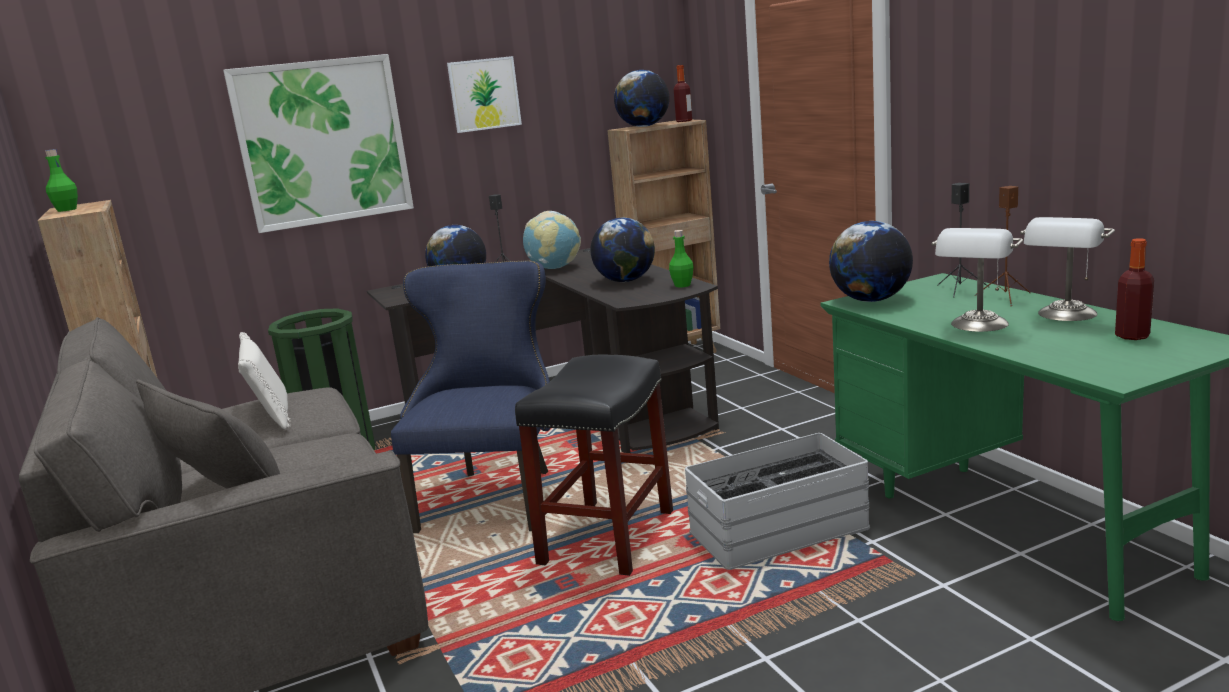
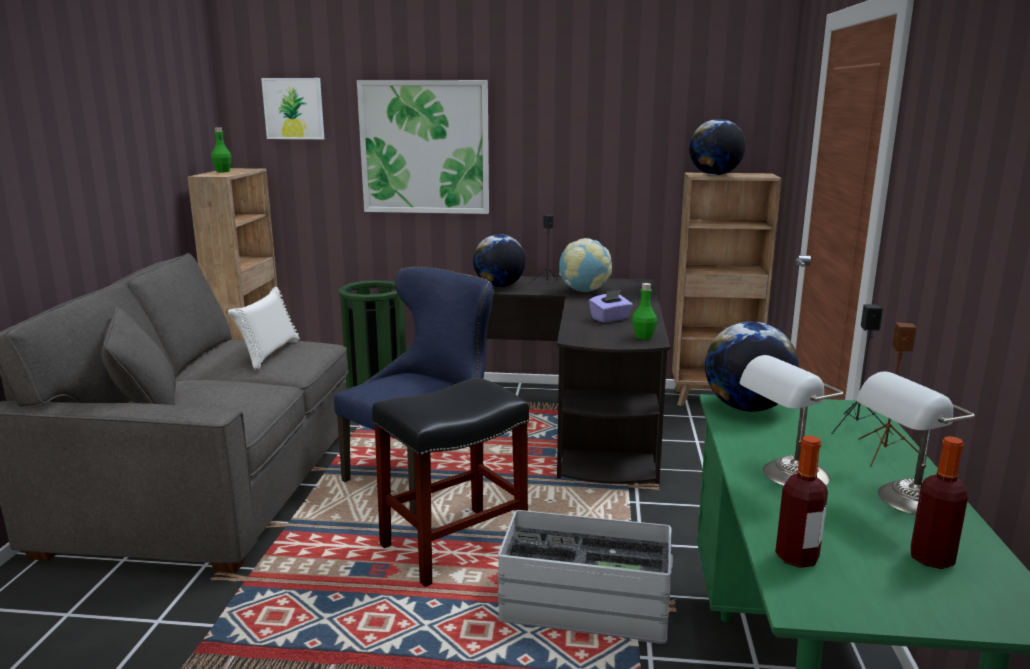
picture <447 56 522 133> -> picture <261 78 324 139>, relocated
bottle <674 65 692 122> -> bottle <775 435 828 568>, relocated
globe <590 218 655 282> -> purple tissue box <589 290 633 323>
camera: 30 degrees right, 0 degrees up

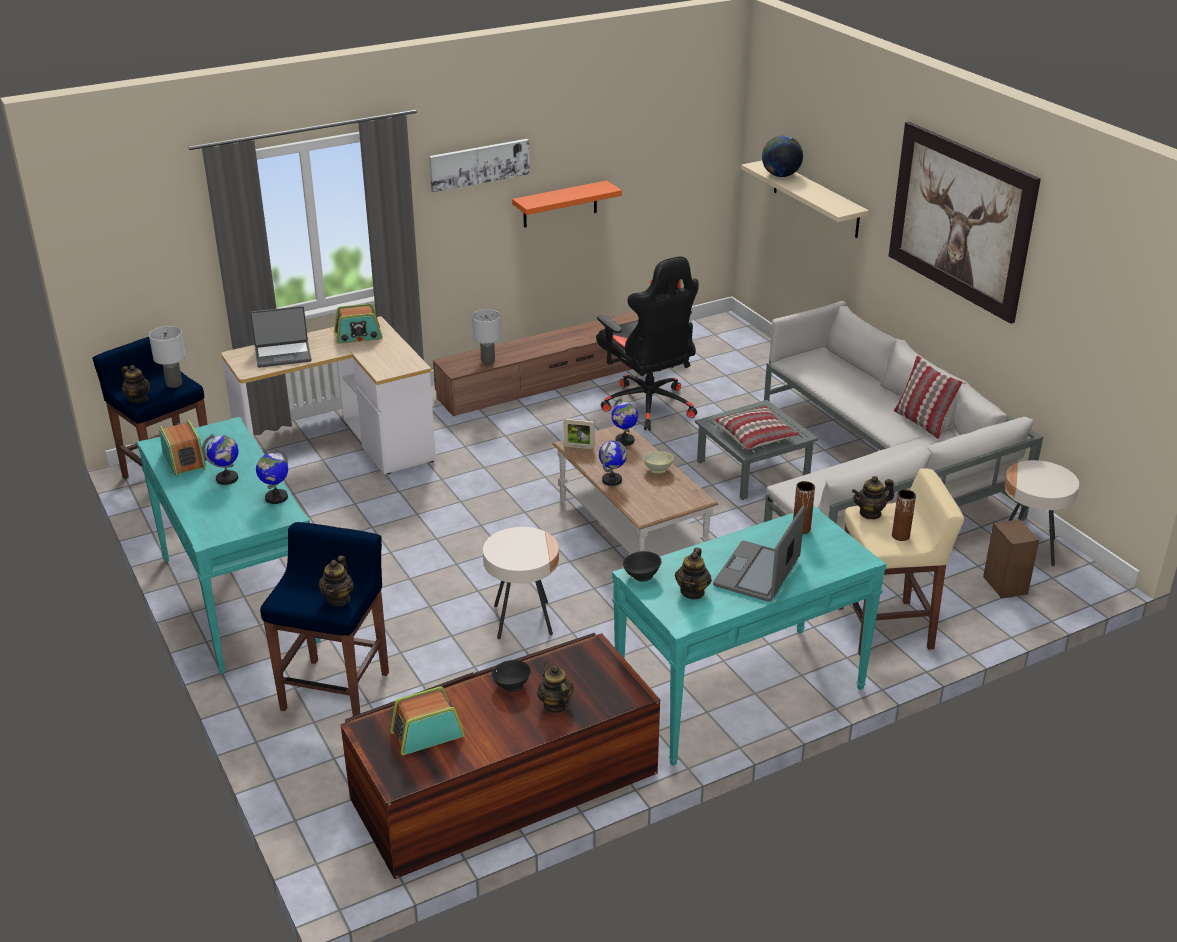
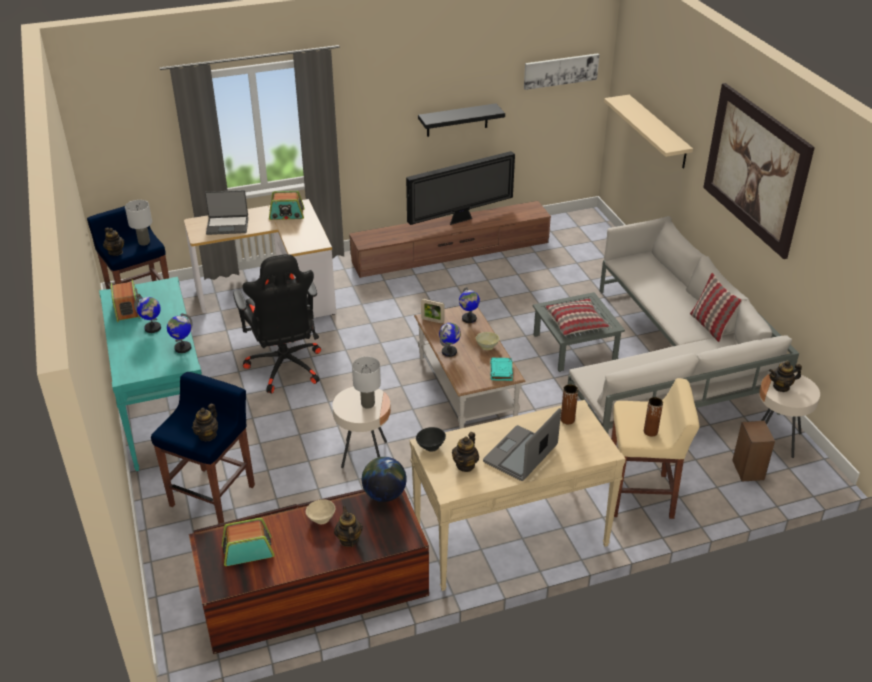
globe <762 135 803 177> -> globe <362 457 407 502>, relocated
picture <429 139 530 192> -> picture <524 53 599 90>, relocated
orange shelf <512 180 622 228> -> black shelf <418 103 505 137>
black office chair <596 256 699 430> -> black office chair <233 254 321 394>, relocated
white table lamp <472 309 501 365> -> white table lamp <352 356 381 409>, relocated
teapot <852 476 894 519> -> teapot <769 361 802 392>, relocated
turquoise console table <612 505 887 766> -> beige console table <410 400 626 591>
black bowl <492 660 531 692> -> beige bowl <306 499 335 524>
none -> television <406 151 515 225>
none -> turquoise book <490 358 513 381>
camera: 10 degrees right, 5 degrees up

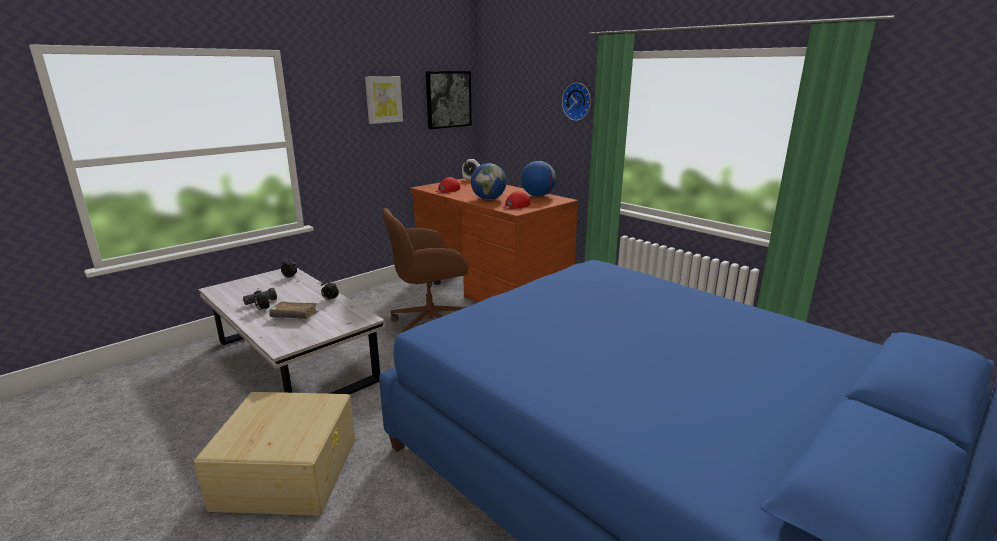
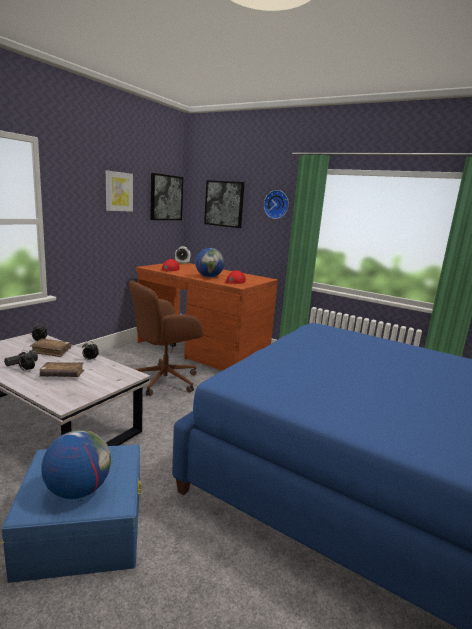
globe <521 161 556 197> -> globe <42 430 111 499>, relocated
beige storage box <194 392 355 516> -> blue storage box <2 445 141 583>
none -> picture <204 180 245 228>
none -> brown book <30 339 71 357>
camera: 15 degrees left, 5 degrees down

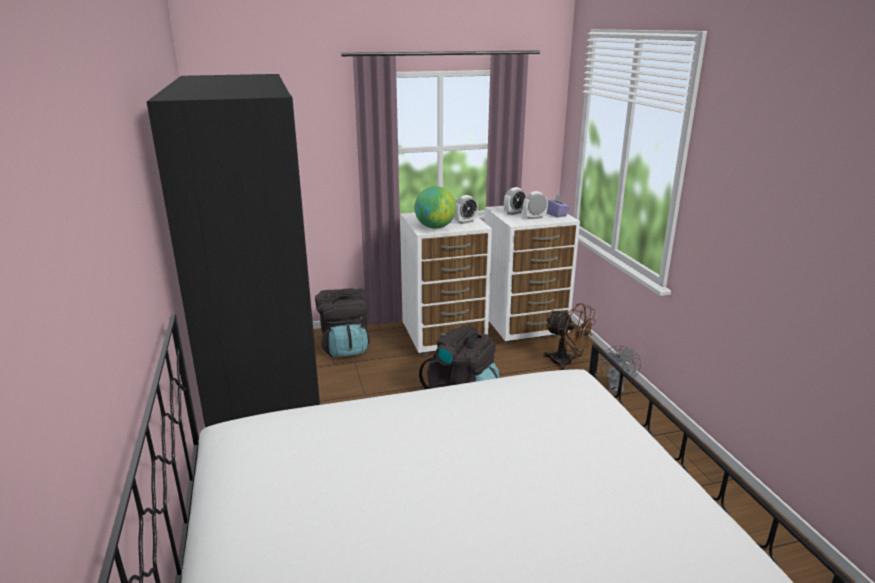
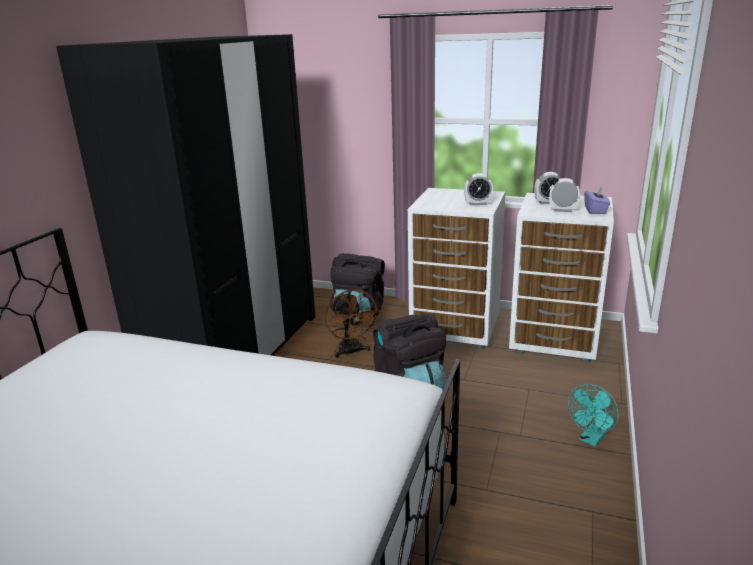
globe <414 186 456 229> -> none
brown fan <543 303 596 370> -> brown fan <325 289 380 358>, relocated
grey fan <600 346 641 393> -> turquoise fan <568 384 619 447>
camera: 35 degrees right, 0 degrees up

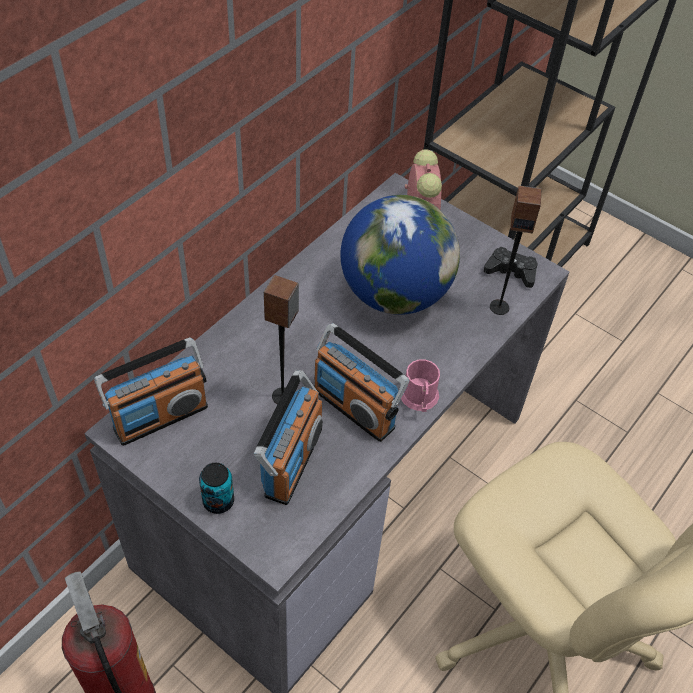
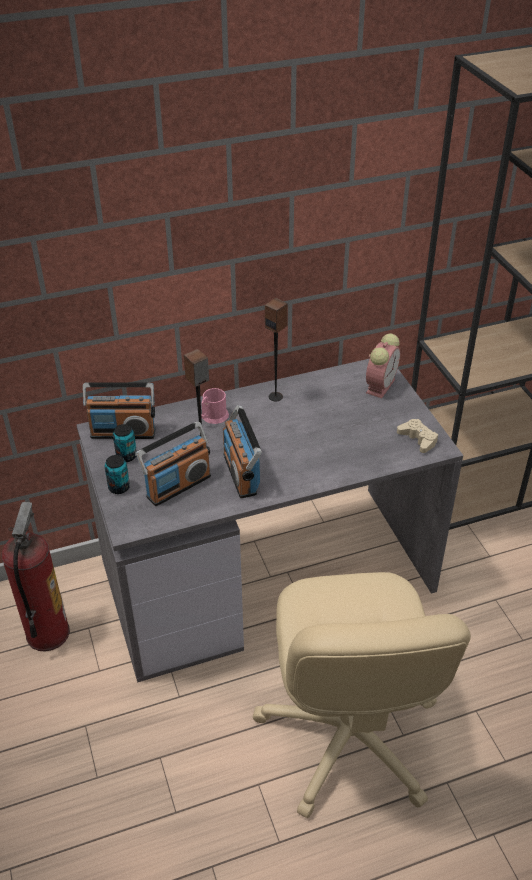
speaker <490 185 541 315> -> speaker <265 298 288 401>, relocated
globe <341 195 460 315> -> none
black game controller <484 247 538 288> -> beige game controller <397 419 438 453>
pink mug <401 359 440 412> -> pink mug <201 388 229 424>, relocated
none -> can <113 424 137 462>
camera: 35 degrees right, 10 degrees down

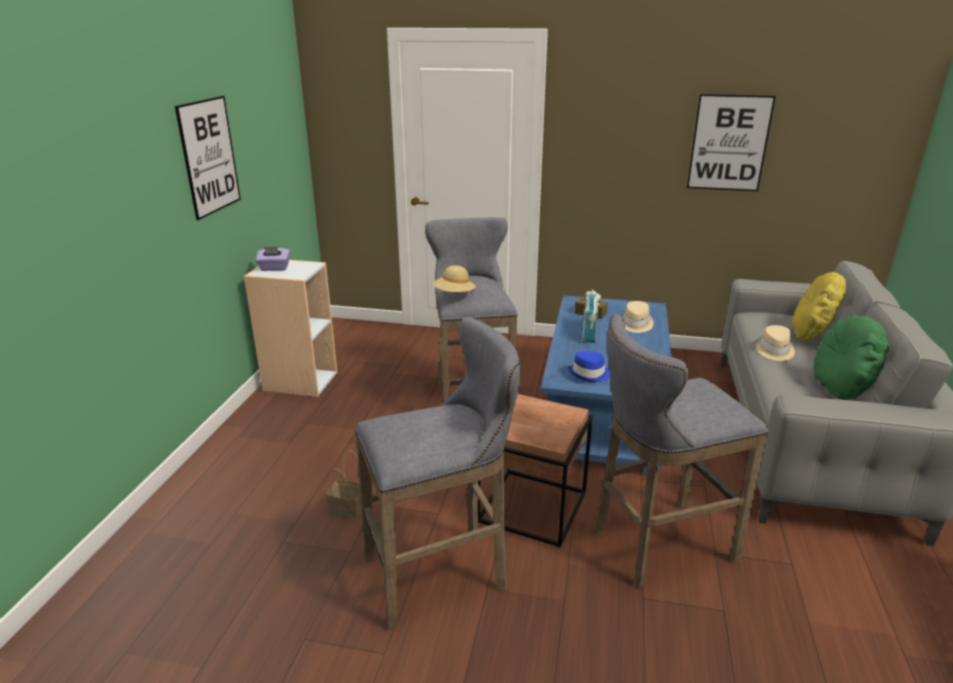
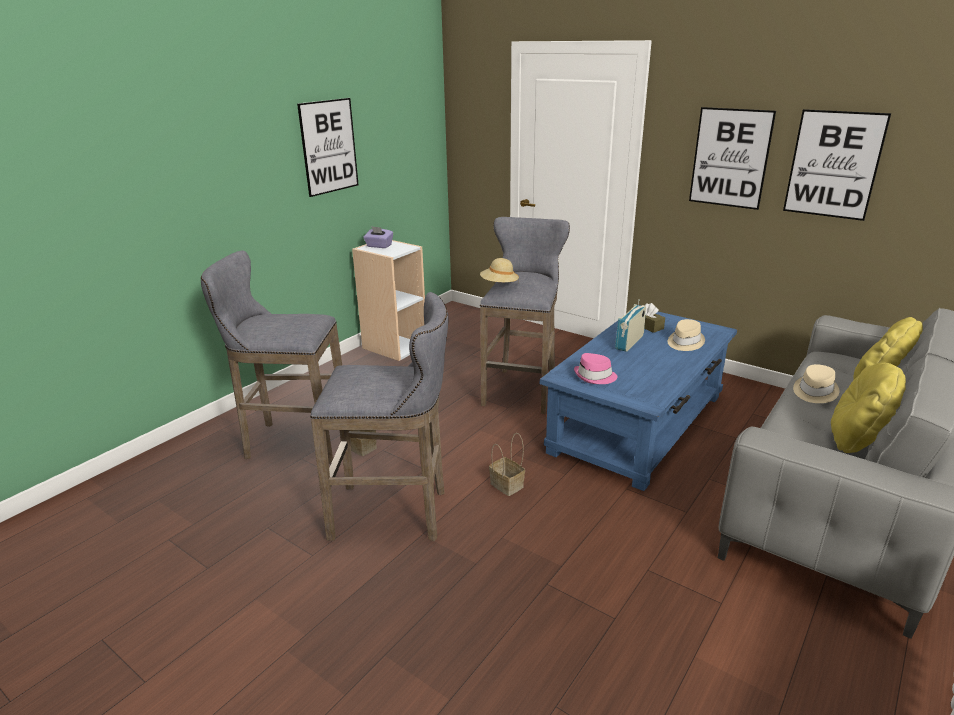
grey stool <595 314 768 589> -> grey stool <201 250 342 464>, relocated
green pillow <814 316 889 400> -> yellow pillow <831 363 906 453>
blue hat <568 351 610 382> -> pink hat <574 353 618 384>
brown side table <478 394 593 548> -> basket <489 433 525 496>
none -> picture <689 107 776 210>
camera: 25 degrees right, 0 degrees up

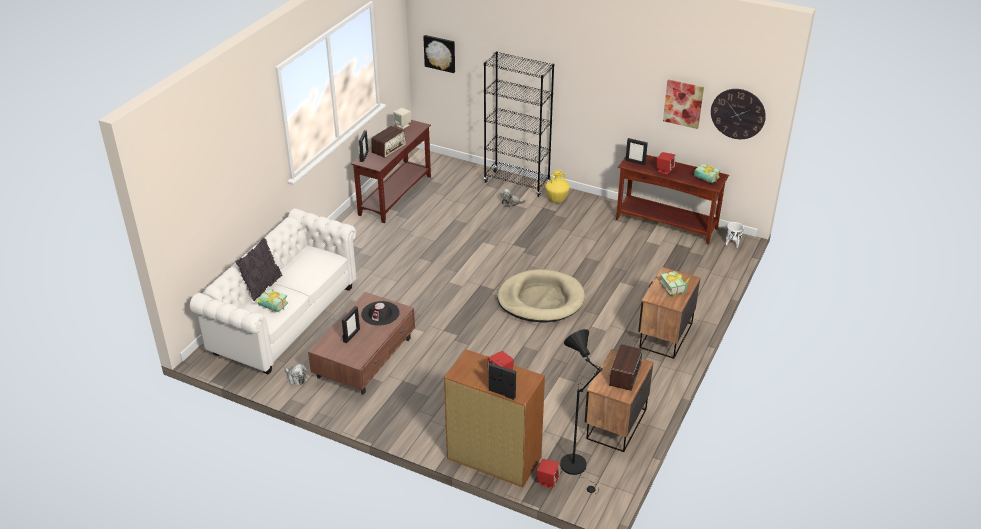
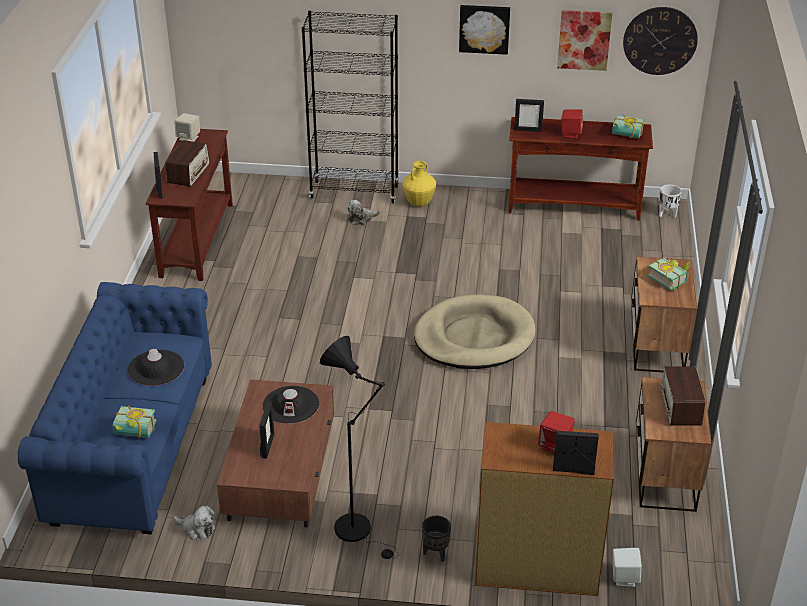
picture <423 35 455 73> -> picture <459 5 510 55>, relocated
white sofa <190 208 357 374> -> blue sofa <18 282 212 534>
black pillow <235 238 282 301> -> none
black floor lamp <560 329 603 494> -> black floor lamp <320 336 398 559>, relocated
red speaker <536 459 560 489> -> white speaker <613 548 642 587>
none -> black hat <128 349 184 386>
none -> black planter <422 516 451 562>
camera: 20 degrees left, 0 degrees up

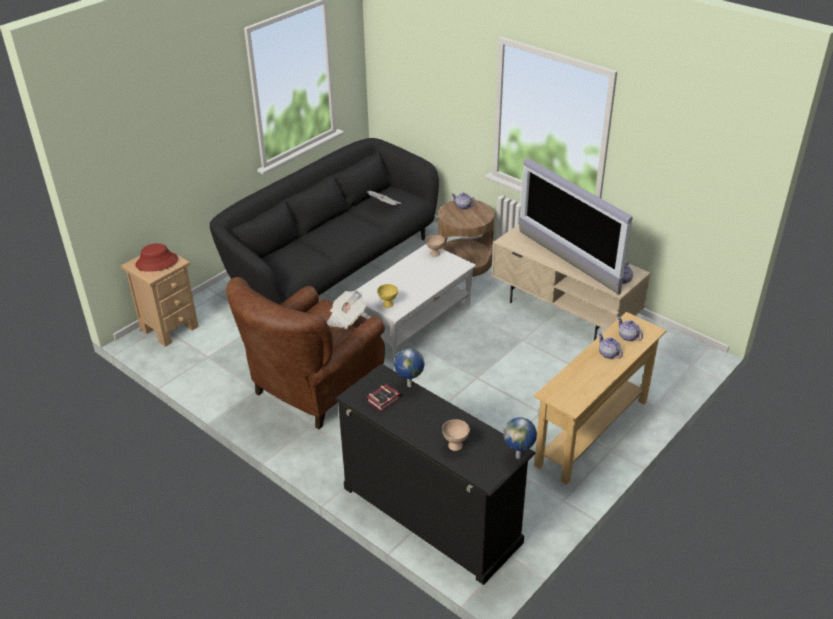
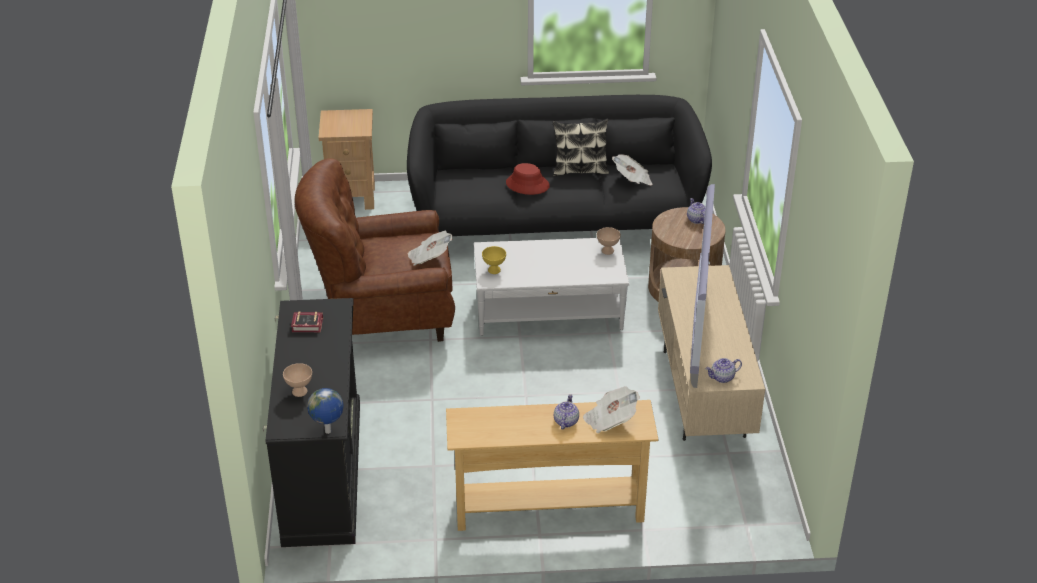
red hat <135 243 178 272> -> red hat <506 163 550 195>, relocated
teapot <617 317 643 341> -> newspaper <583 386 640 433>
globe <394 348 425 387> -> none
none -> pillow <553 119 609 176>
camera: 45 degrees right, 0 degrees up

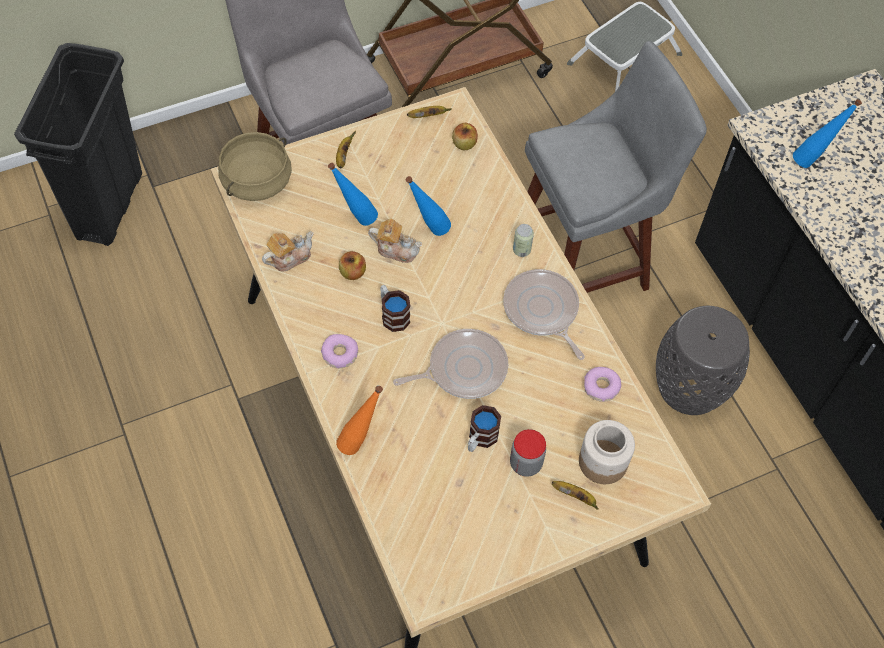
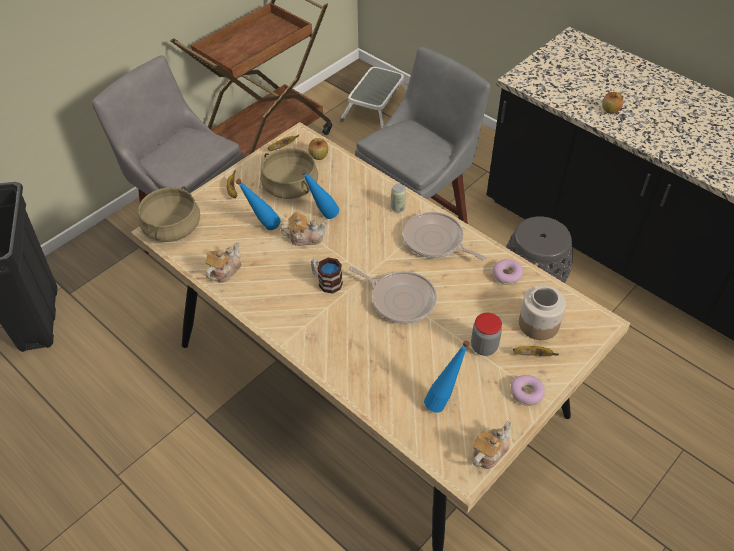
blue bottle <793 99 862 168> -> blue bottle <424 340 470 413>, relocated
apple <339 251 366 280> -> apple <602 92 623 114>, relocated
frying pan <393 329 508 399> -> frying pan <349 267 437 324>, 75 degrees clockwise
donut <321 334 358 368> -> donut <511 375 545 406>, relocated
orange bottle <336 386 383 455> -> none
mug <468 405 501 452> -> none
none -> beige cooking pot <260 148 318 199>
none -> teapot <472 421 512 469>
camera: 20 degrees left, 10 degrees down

